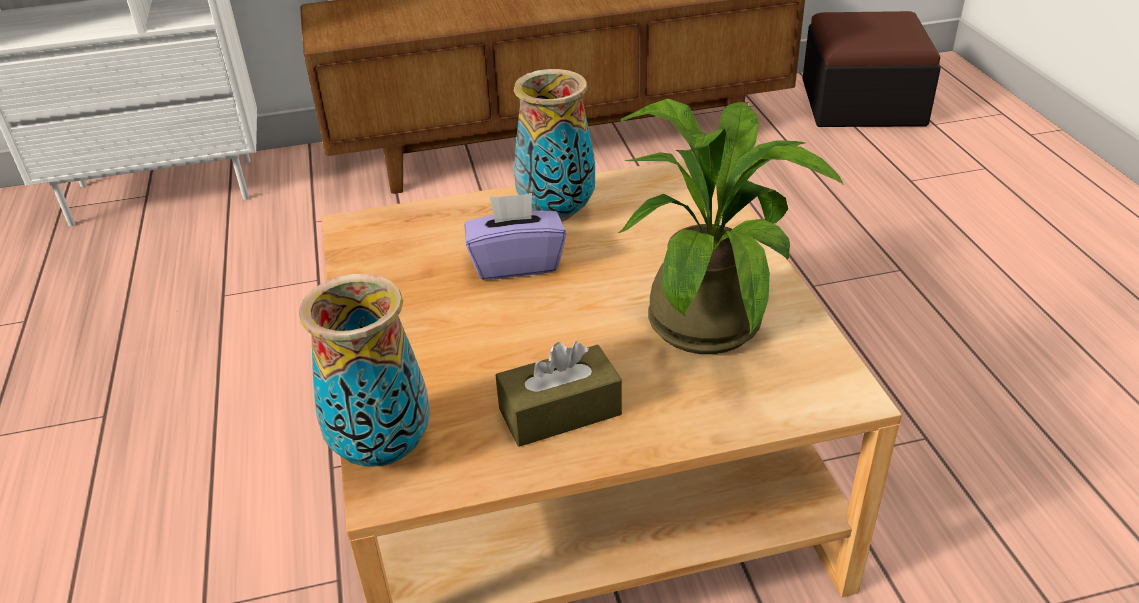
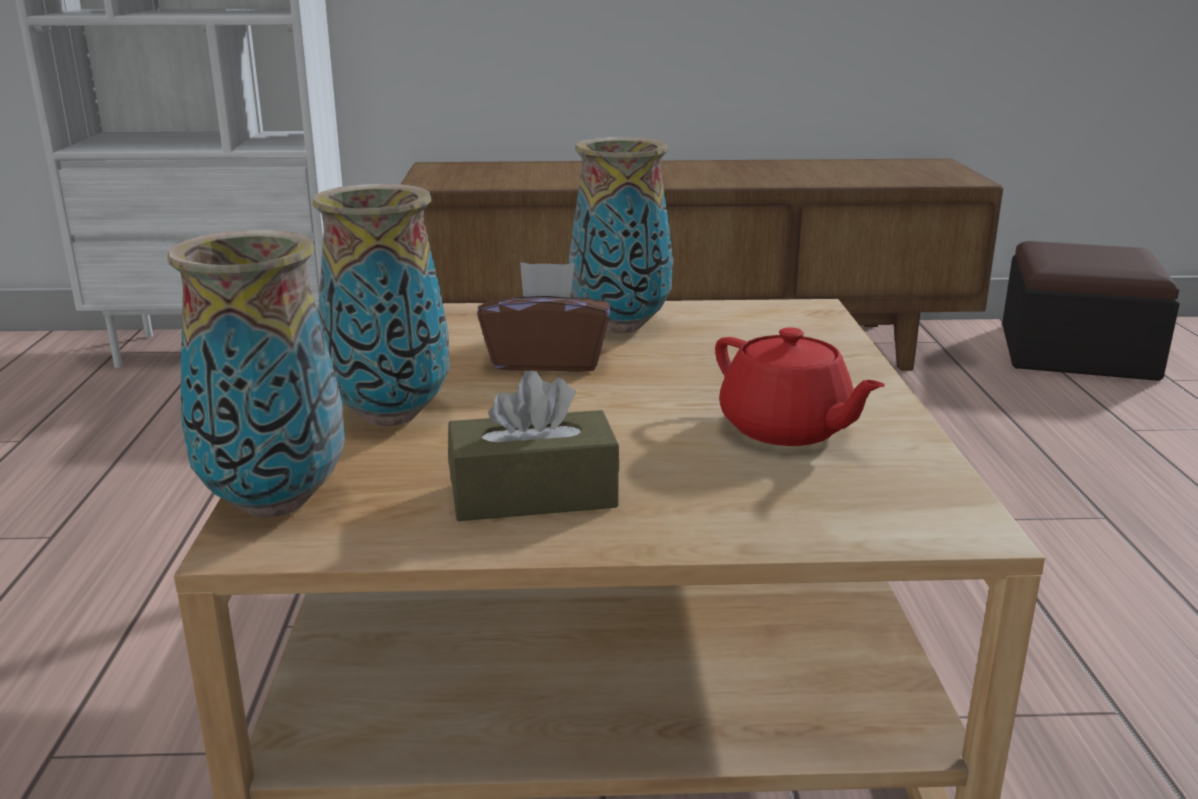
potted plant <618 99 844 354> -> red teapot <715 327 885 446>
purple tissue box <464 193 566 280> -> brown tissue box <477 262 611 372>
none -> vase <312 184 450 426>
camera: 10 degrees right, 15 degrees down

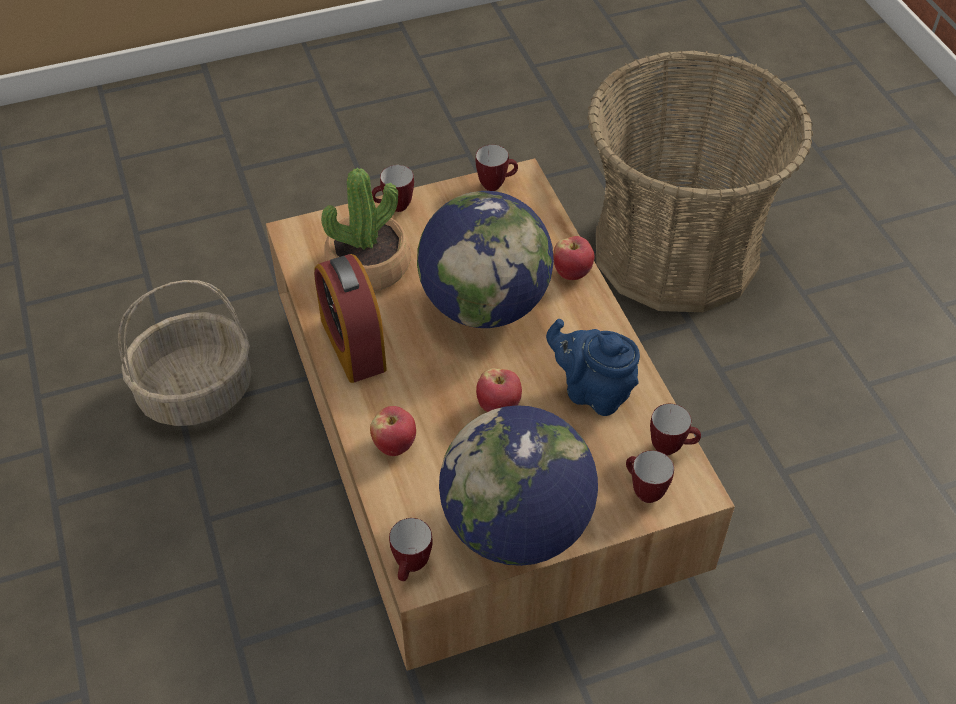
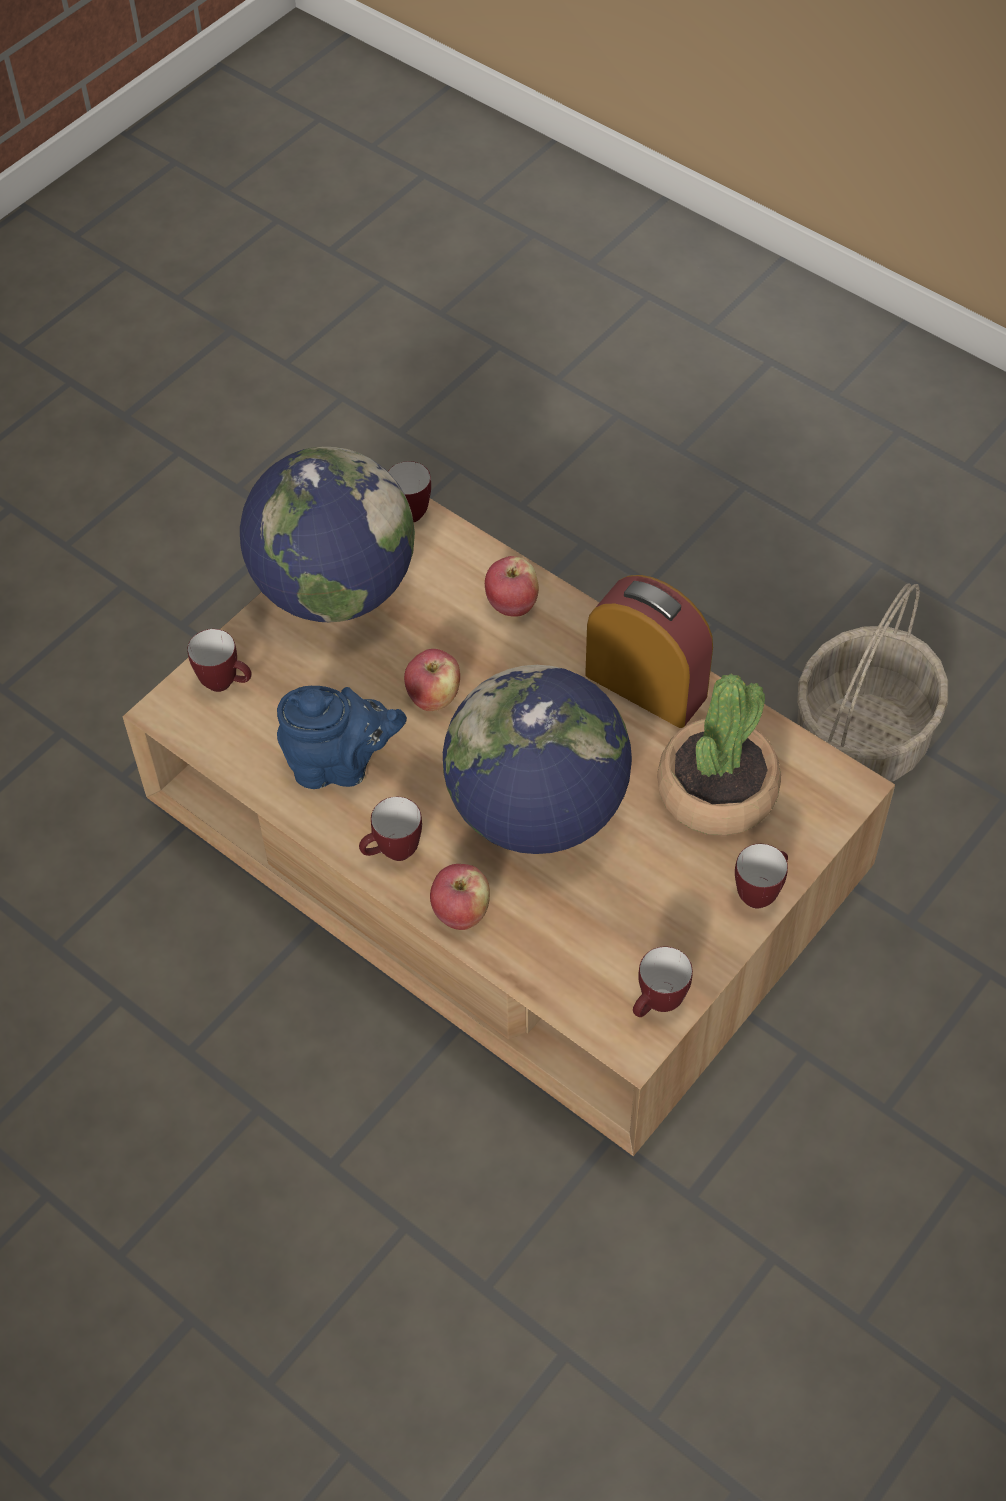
basket <587 50 813 312> -> none
mug <650 404 701 455> -> mug <359 797 422 861>, relocated
camera: 150 degrees right, 5 degrees up

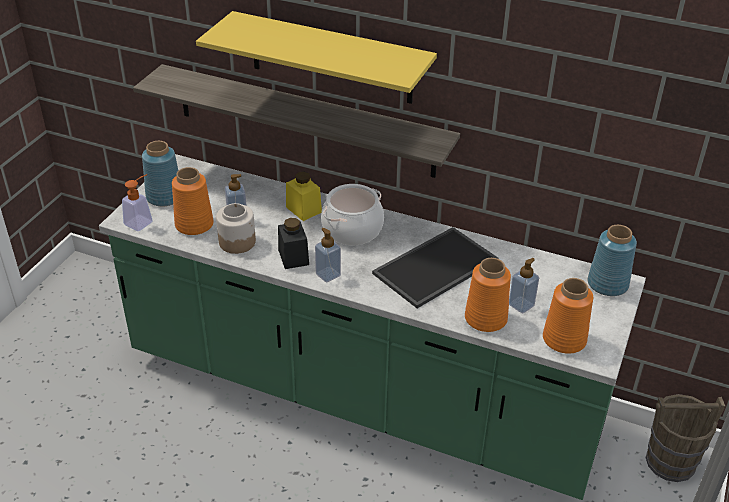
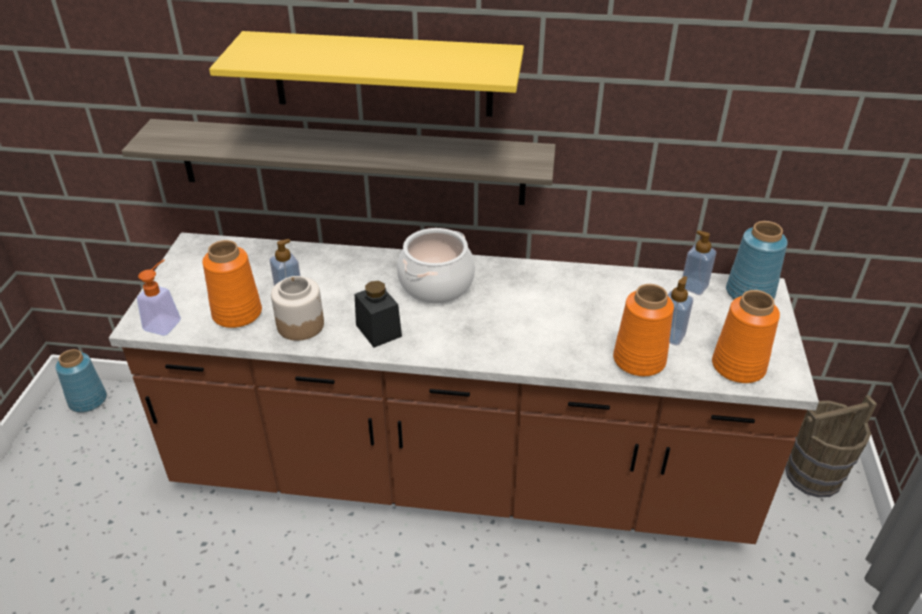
blue vase <142 141 179 206> -> blue vase <56 349 107 413>, relocated
green counter <99 154 646 500> -> brown counter <109 233 819 544>
yellow jar <286 171 322 221> -> none
tray <372 227 499 308> -> none
soap dispenser <315 228 341 283> -> soap dispenser <682 230 716 295>, relocated
camera: 15 degrees left, 0 degrees up

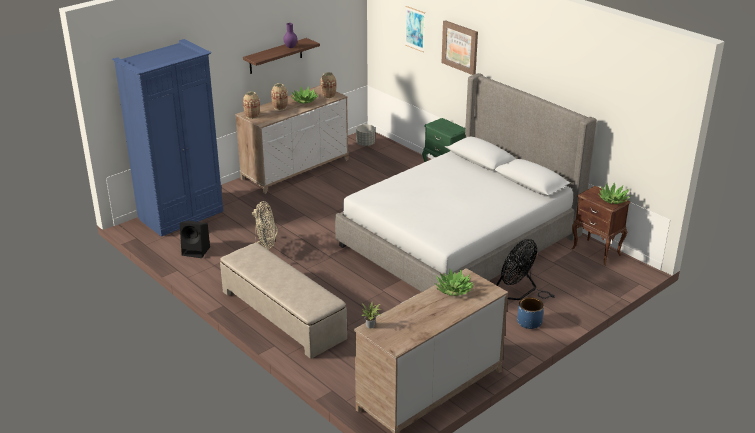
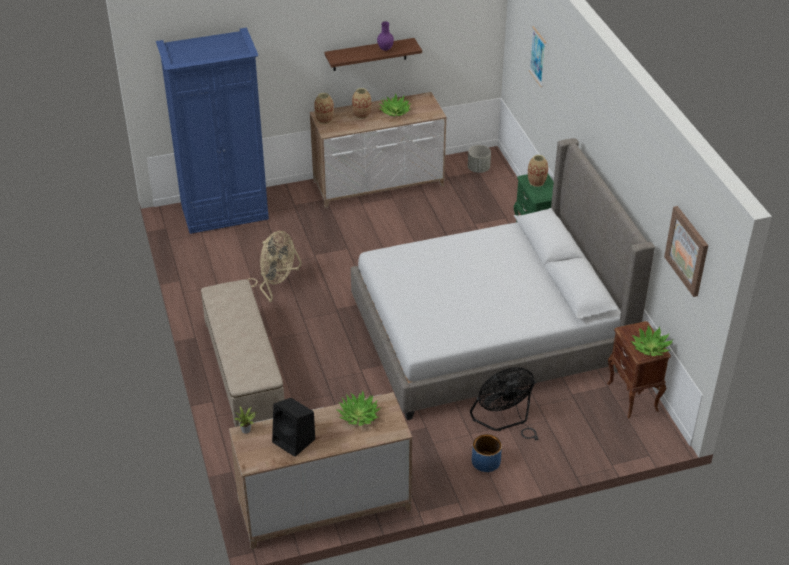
picture <441 20 478 75> -> picture <664 206 708 297>, relocated
vase <320 72 336 98> -> vase <528 155 548 187>, relocated
black speaker <180 221 210 258> -> black speaker <272 398 315 457>, relocated
camera: 25 degrees right, 10 degrees up

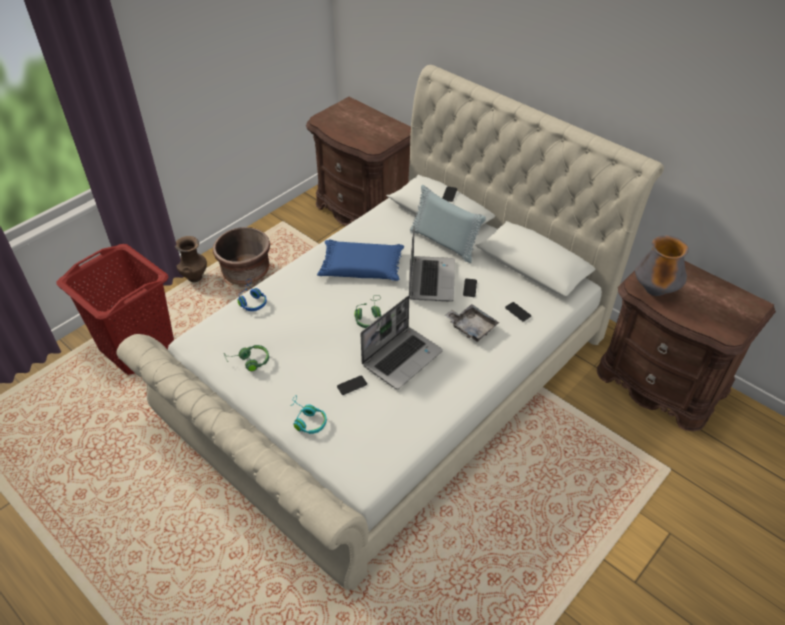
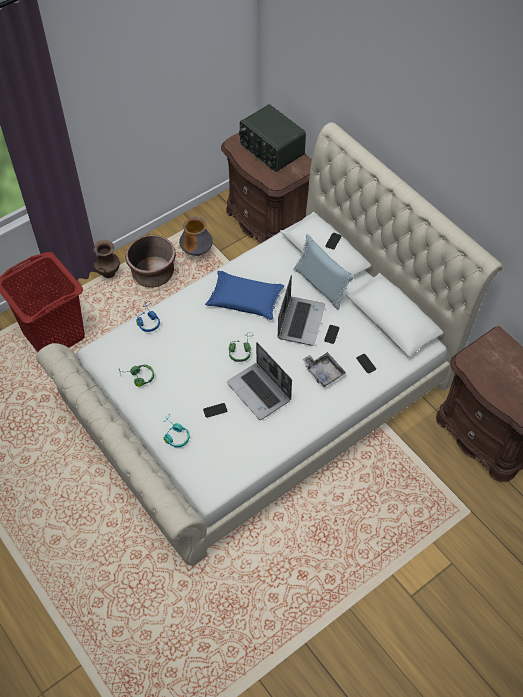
vase <635 235 689 296> -> vase <179 217 213 256>, relocated
laptop <360 296 443 389> -> laptop <227 342 292 420>, 90 degrees clockwise
none -> radio <239 104 306 172>
camera: 10 degrees right, 10 degrees up

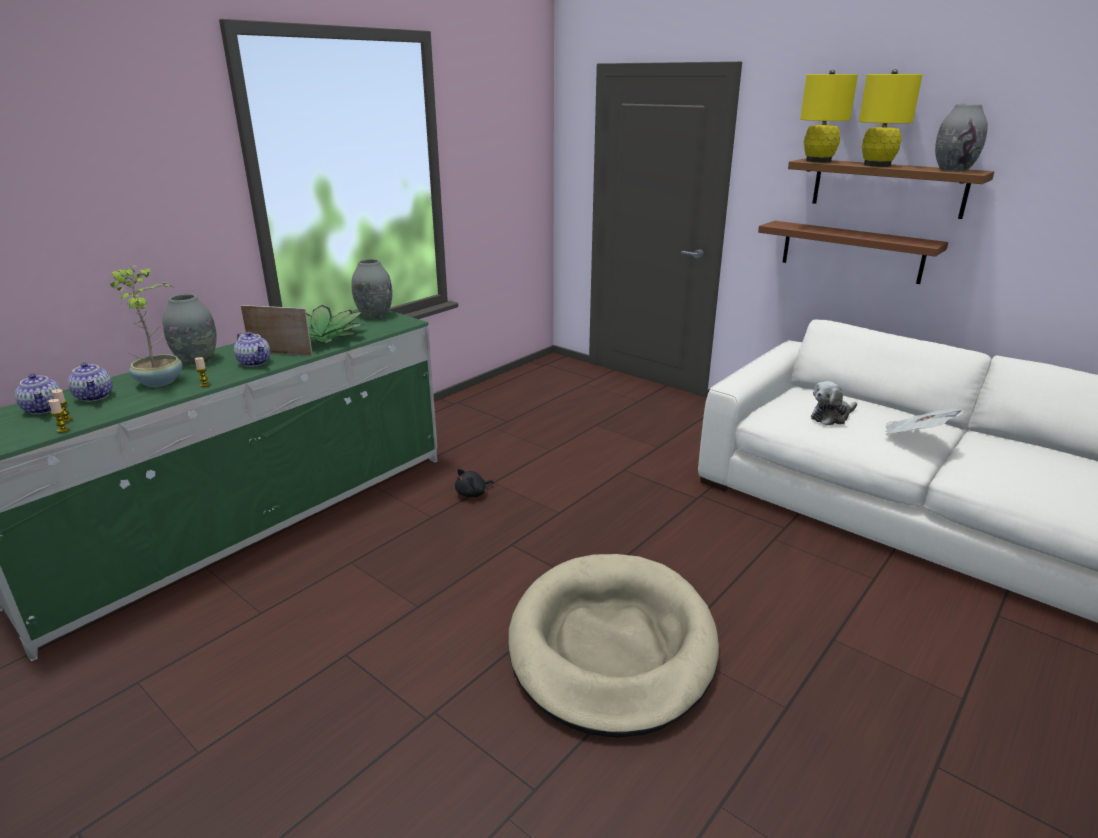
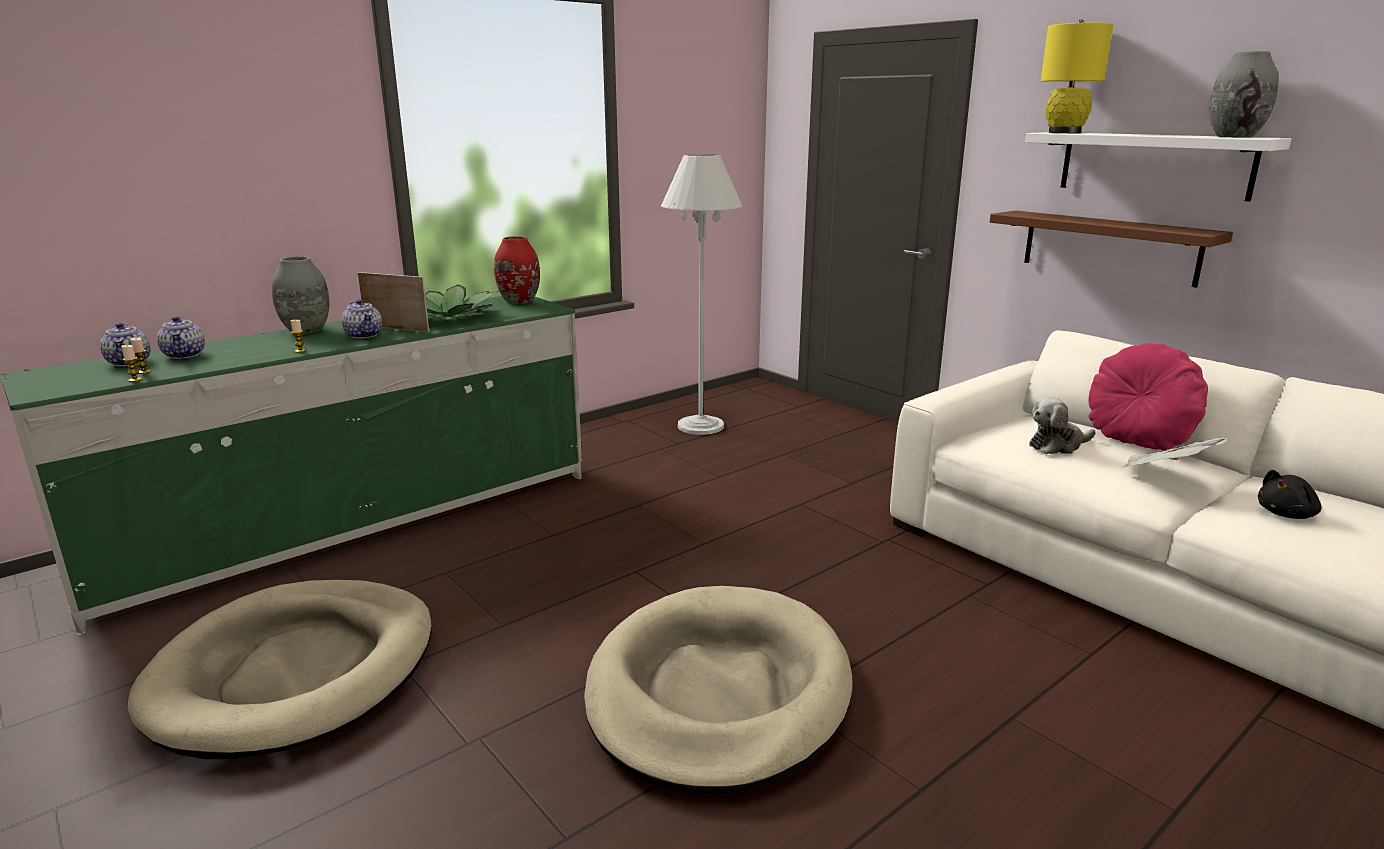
yellow table lamp <859 69 923 167> -> none
brown shelf <788 158 994 219> -> white shelf <1025 132 1291 202>
grey vase <352 259 392 319> -> red vase <494 236 540 304>
potted plant <110 265 182 387> -> none
black plush toy <455 469 494 497> -> black plush toy <1258 470 1322 519>, relocated
none -> white floor lamp <661 154 743 435>
none -> pink pillow <1088 343 1208 451>
none -> beige dog bed <127 580 432 759>
camera: 10 degrees right, 5 degrees down

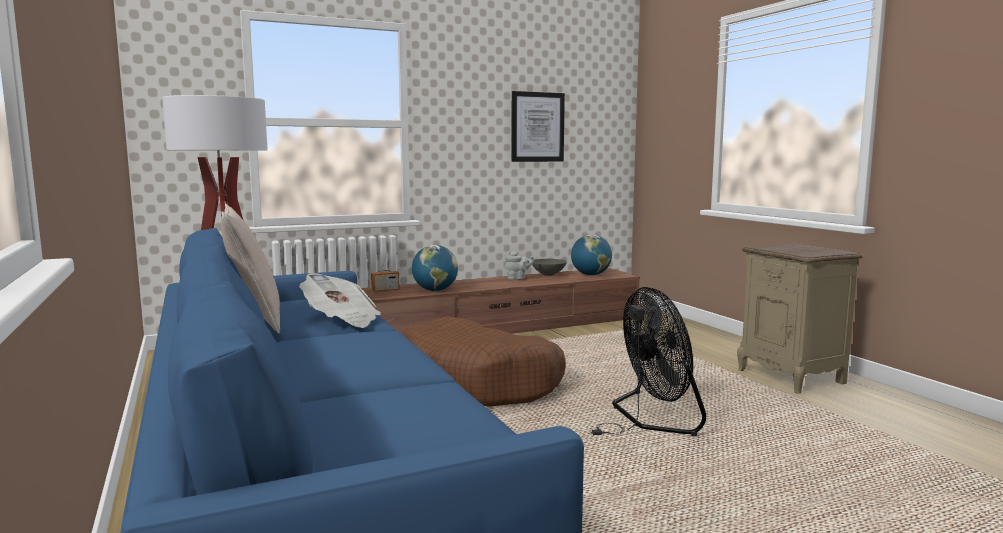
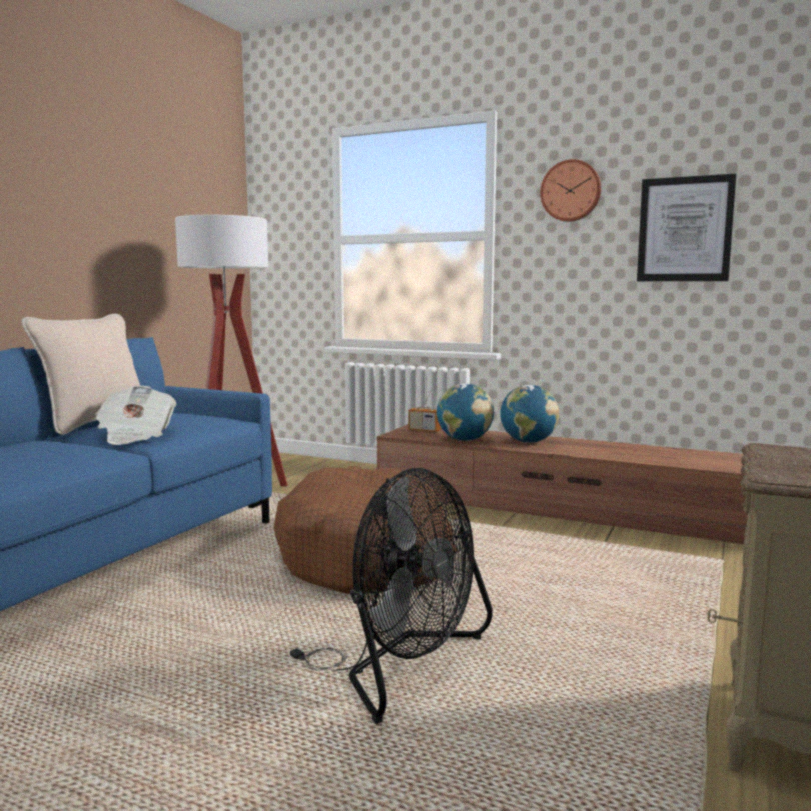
globe <571 235 612 275> -> globe <500 385 559 443>, relocated
grey teapot <505 251 534 280> -> none
grey bowl <532 259 567 276> -> none
none -> wall clock <540 159 601 222>
camera: 50 degrees right, 0 degrees up

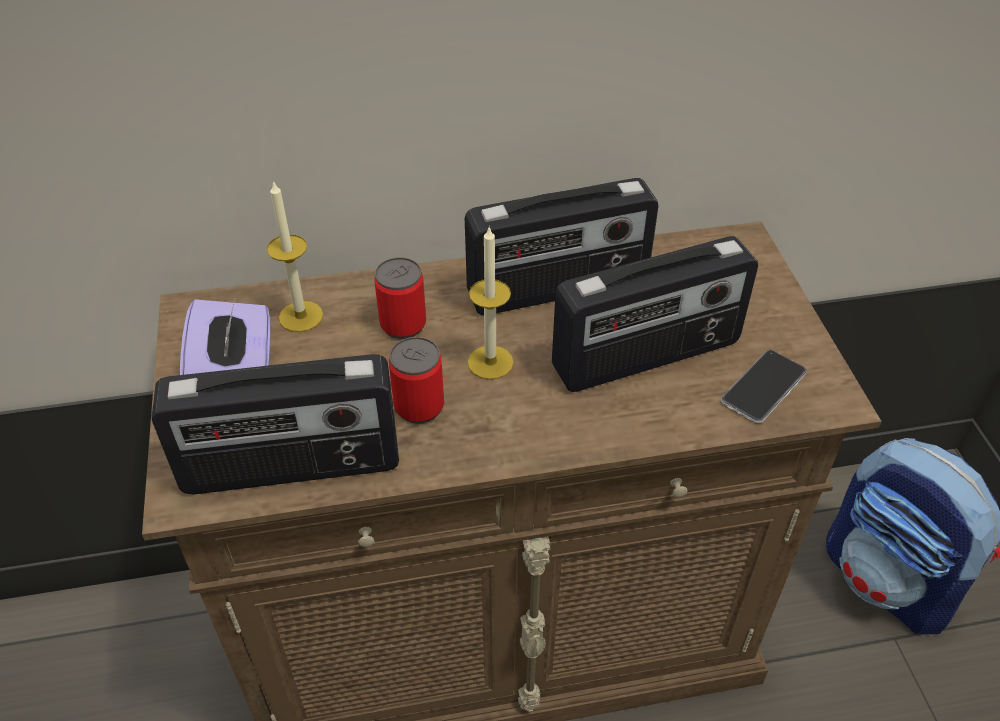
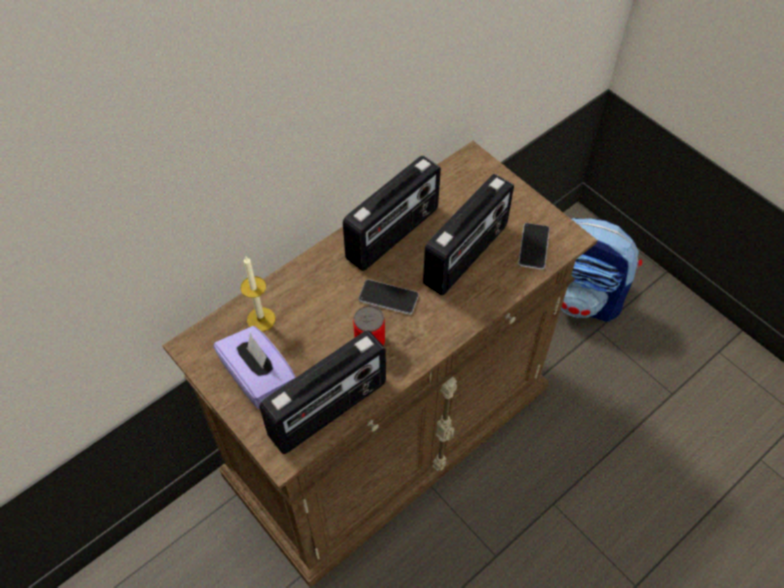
candle <467 227 514 380> -> phone <358 279 419 315>
can <374 257 426 339> -> none
camera: 30 degrees left, 10 degrees up

